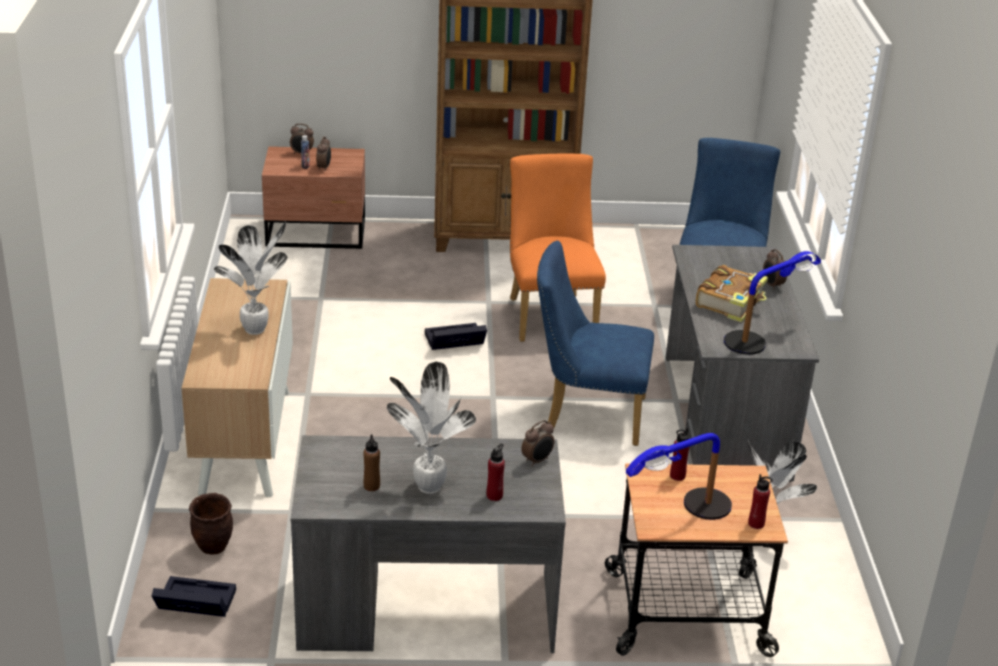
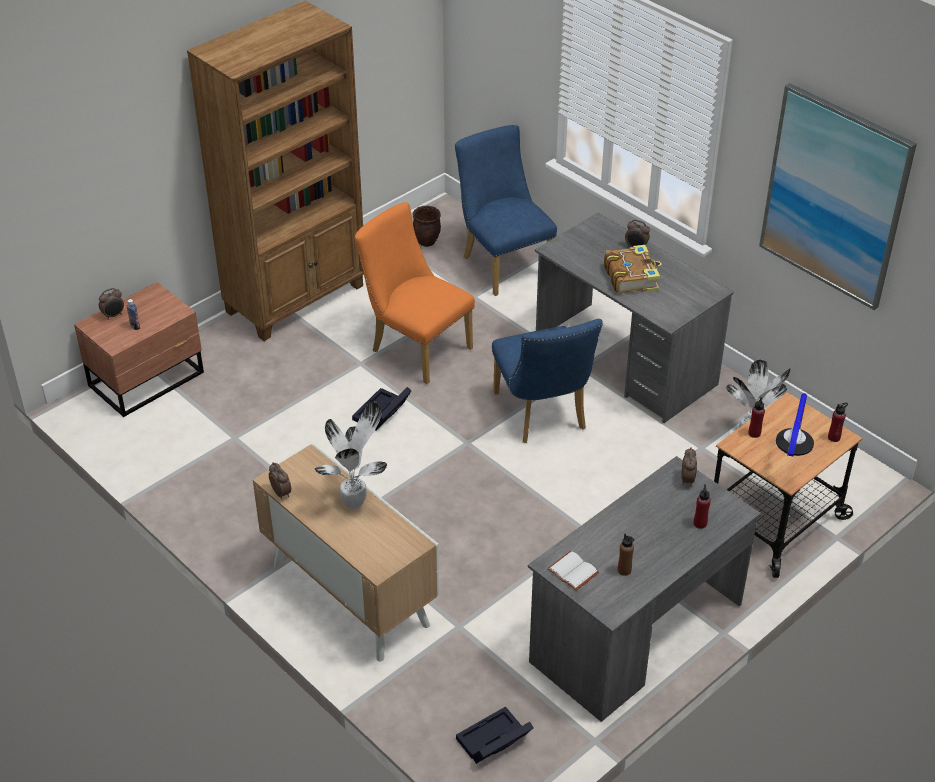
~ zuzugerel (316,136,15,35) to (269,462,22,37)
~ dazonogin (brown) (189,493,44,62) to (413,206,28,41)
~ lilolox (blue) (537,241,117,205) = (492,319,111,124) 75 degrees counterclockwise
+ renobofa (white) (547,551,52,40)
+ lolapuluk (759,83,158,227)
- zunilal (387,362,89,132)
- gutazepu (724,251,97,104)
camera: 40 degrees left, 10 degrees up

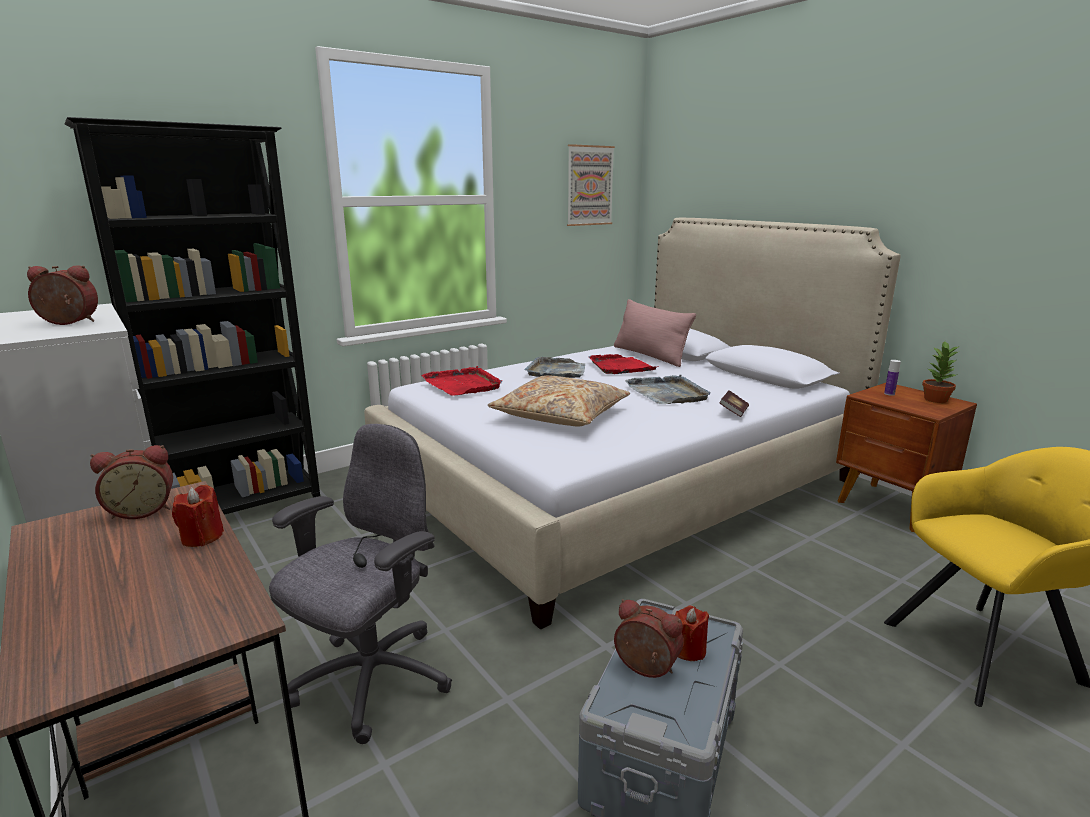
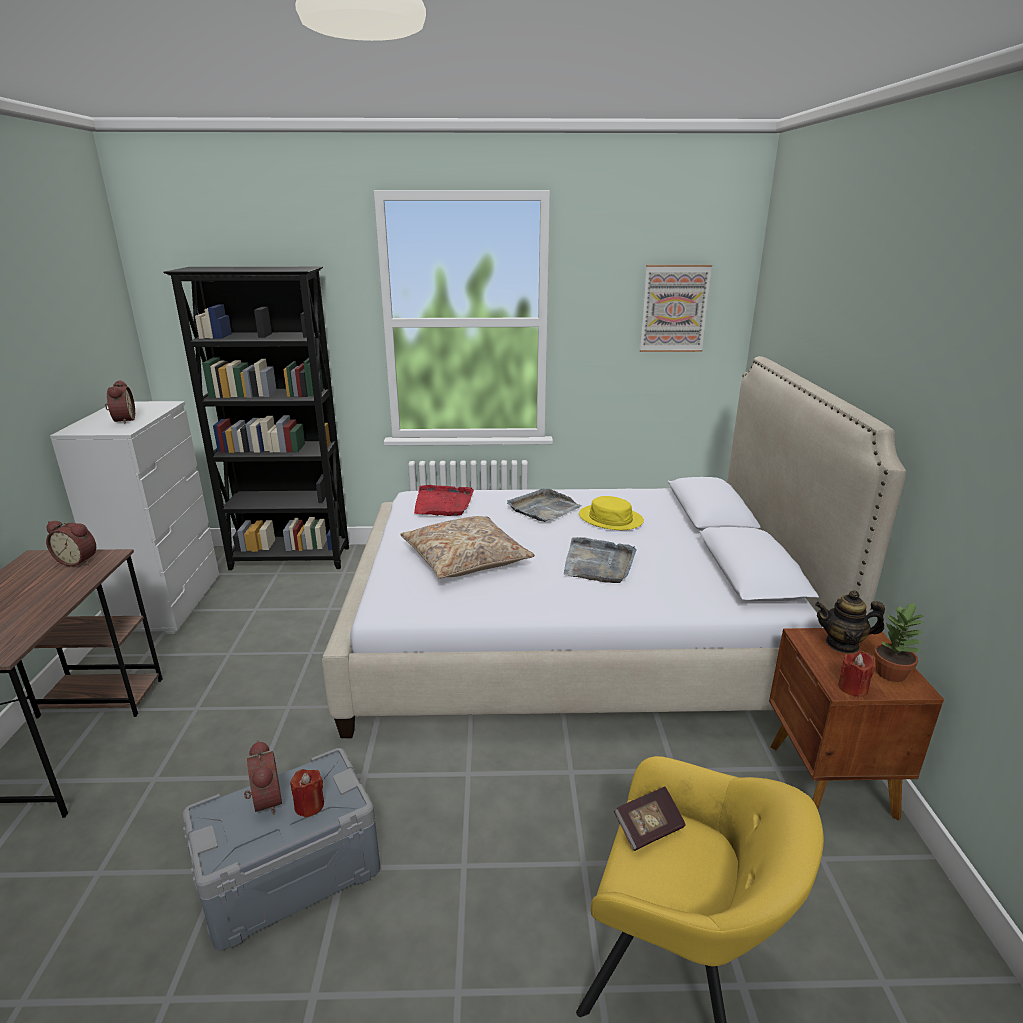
~ zuzugerel (27,265,71,60) = (105,380,30,44) 45 degrees clockwise
~ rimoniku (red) (589,354,67,20) to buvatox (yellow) (579,496,65,34)
~ renobofa (719,391,30,26) to (614,787,72,64)
~ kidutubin (884,360,17,36) to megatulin (815,591,70,62)
~ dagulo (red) (172,485,52,62) to (838,651,36,47)
- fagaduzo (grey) (269,424,183,320)
- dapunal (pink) (614,299,82,68)
camera: 35 degrees right, 5 degrees up

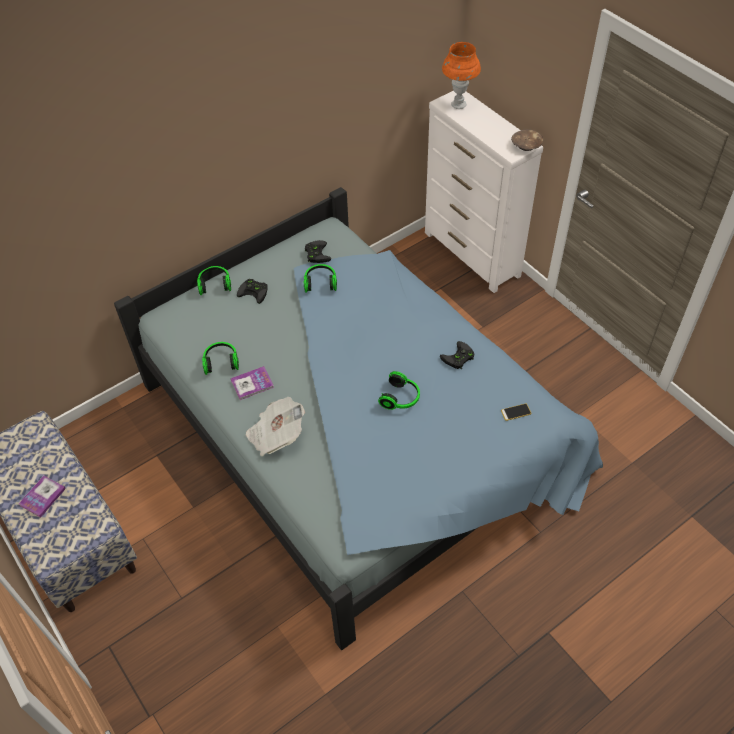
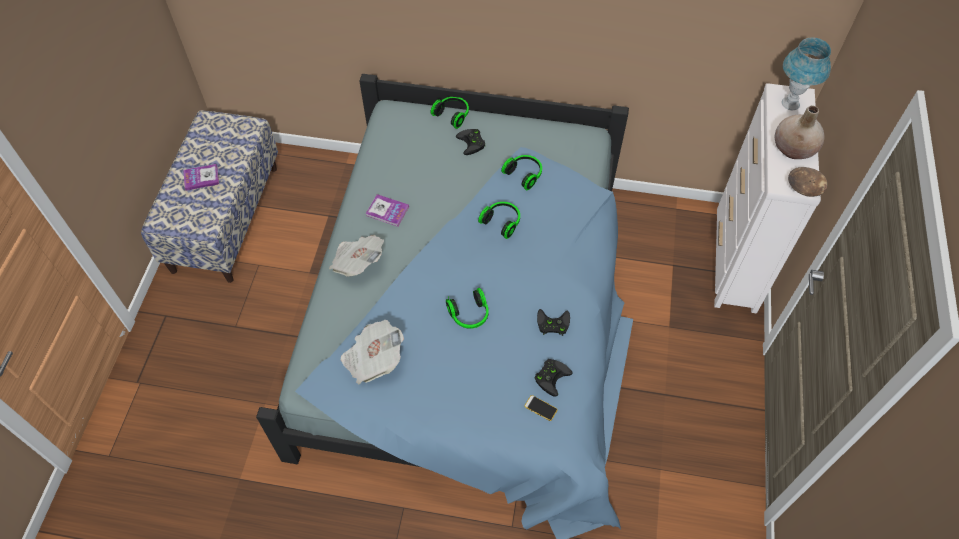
+ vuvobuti (341,320,63,65)
~ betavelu (202,342,37,33) to (478,202,42,37)
~ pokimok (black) (305,240,26,23) to (534,359,39,37)
+ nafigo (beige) (775,106,50,53)
~ gutazepu (orange) (442,42,39,67) to gutazepu (blue) (781,37,50,73)
camera: 45 degrees right, 5 degrees up

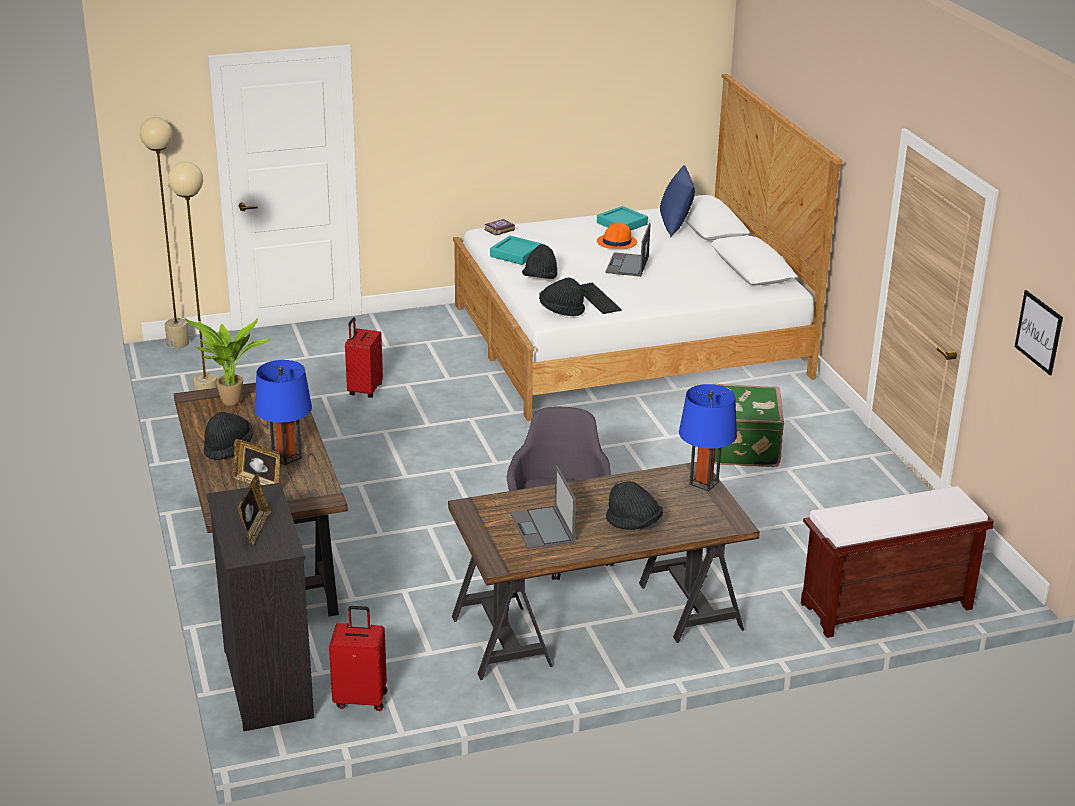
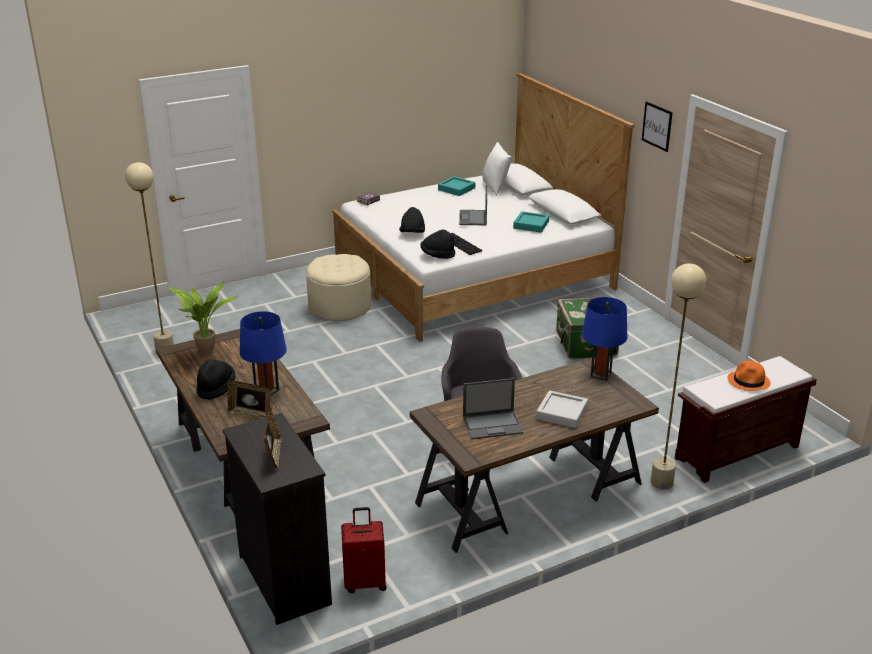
+ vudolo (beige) (306,254,65,67)
~ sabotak (510,465,66,84) = (463,378,60,61) 75 degrees counterclockwise
~ dapunal (blue) (660,165,35,72) to dapunal (white) (482,142,29,54)
~ rimoniku (turquoise) (490,236,51,29) to (513,211,36,22)
~ buvatox (black) (606,481,57,49) to rimoniku (grey) (536,390,52,38)
~ lolapuluk (1015,290,48,85) to (642,101,31,51)
~ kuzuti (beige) (140,117,49,231) to (651,263,55,227)
~ buvatox (orange) (597,222,40,27) to (728,361,42,30)
- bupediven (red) (345,318,38,80)
camera: 10 degrees left, 0 degrees up

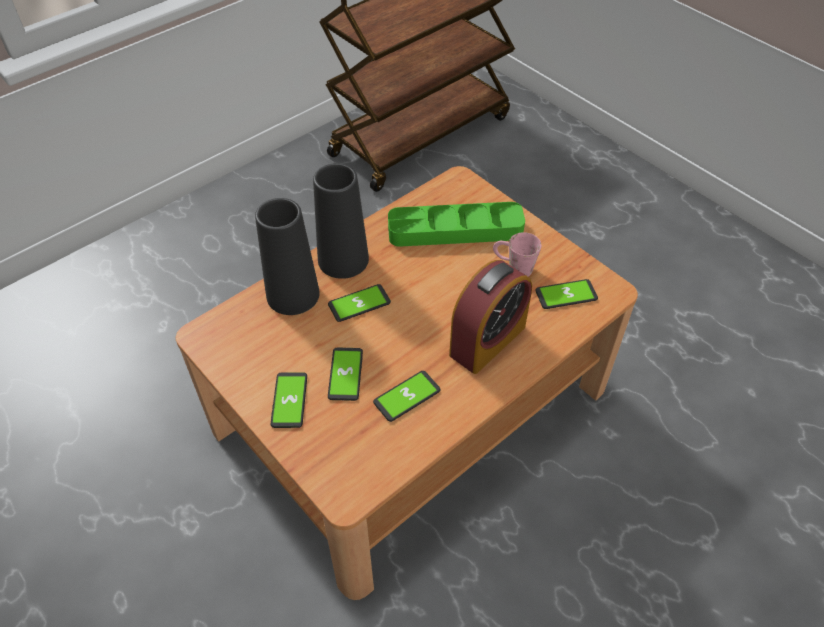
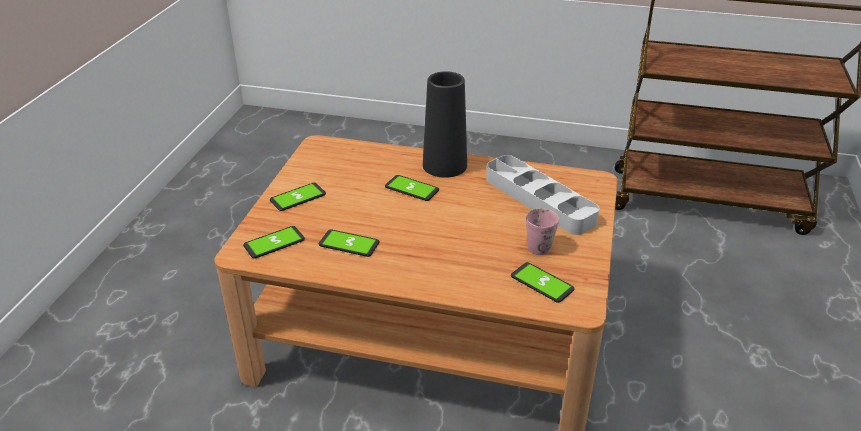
~ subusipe (328,347,35,54) to (243,226,62,33)
~ rimoniku (green) (388,202,137,45) to rimoniku (grey) (486,155,113,80)
- nafigo (black) (255,198,65,117)
- zuzugerel (449,260,83,114)
camera: 55 degrees right, 15 degrees down

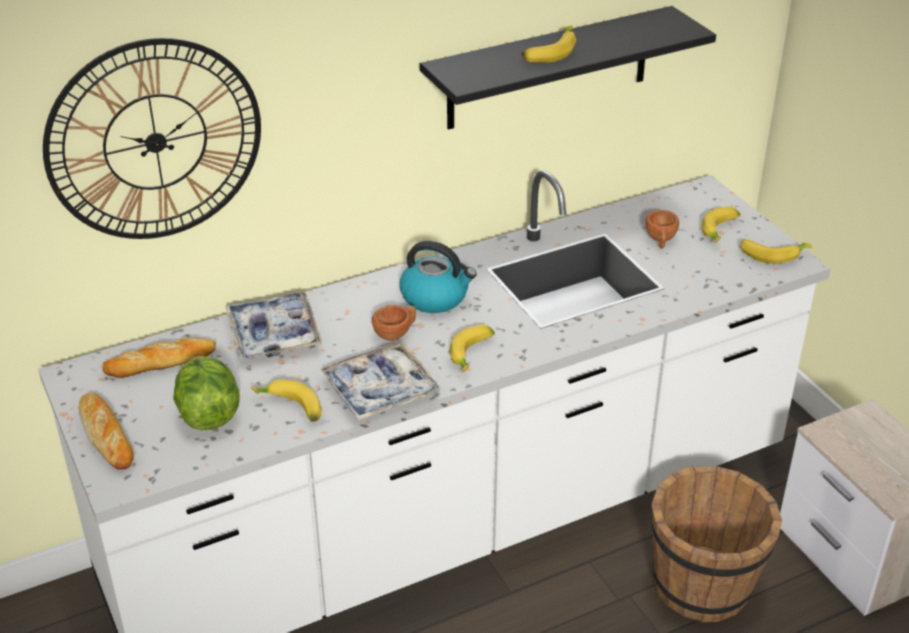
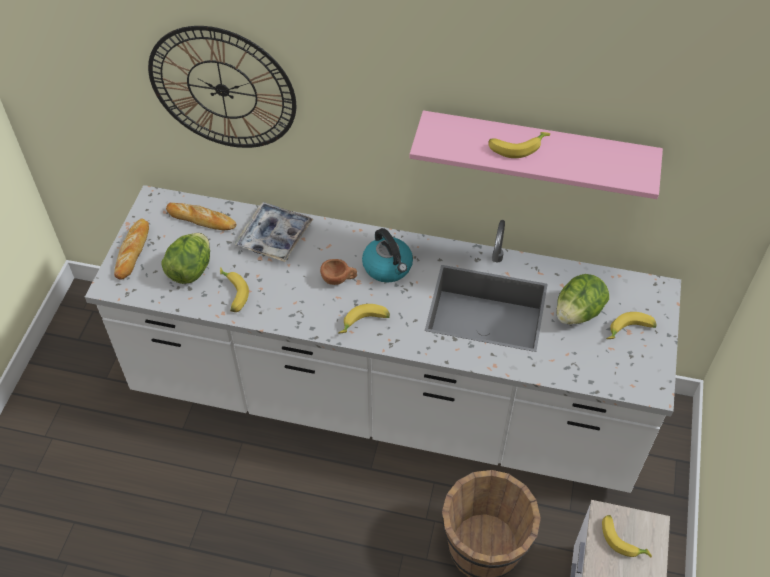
~ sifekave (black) (420,6,296,124) to sifekave (pink) (410,110,253,89)
~ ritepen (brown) (646,210,33,39) to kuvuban (556,274,53,50)
~ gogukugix (740,239,73,25) to (602,515,50,42)
- rimoniku (320,341,121,80)
camera: 40 degrees right, 15 degrees up

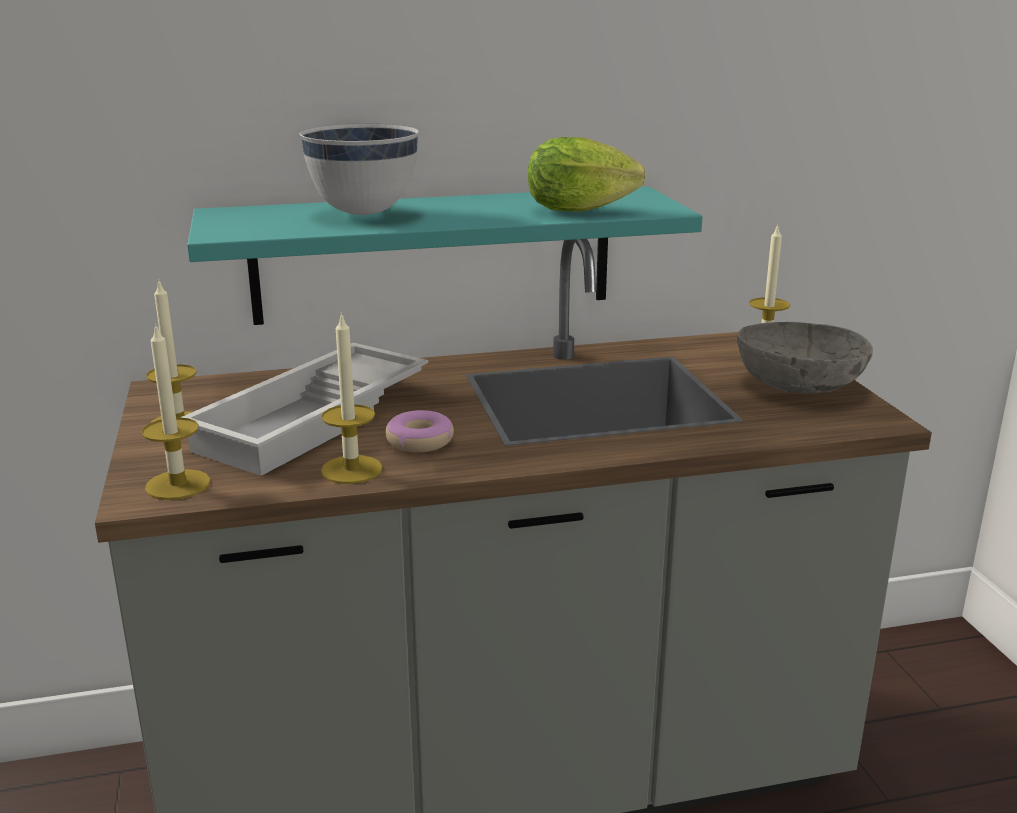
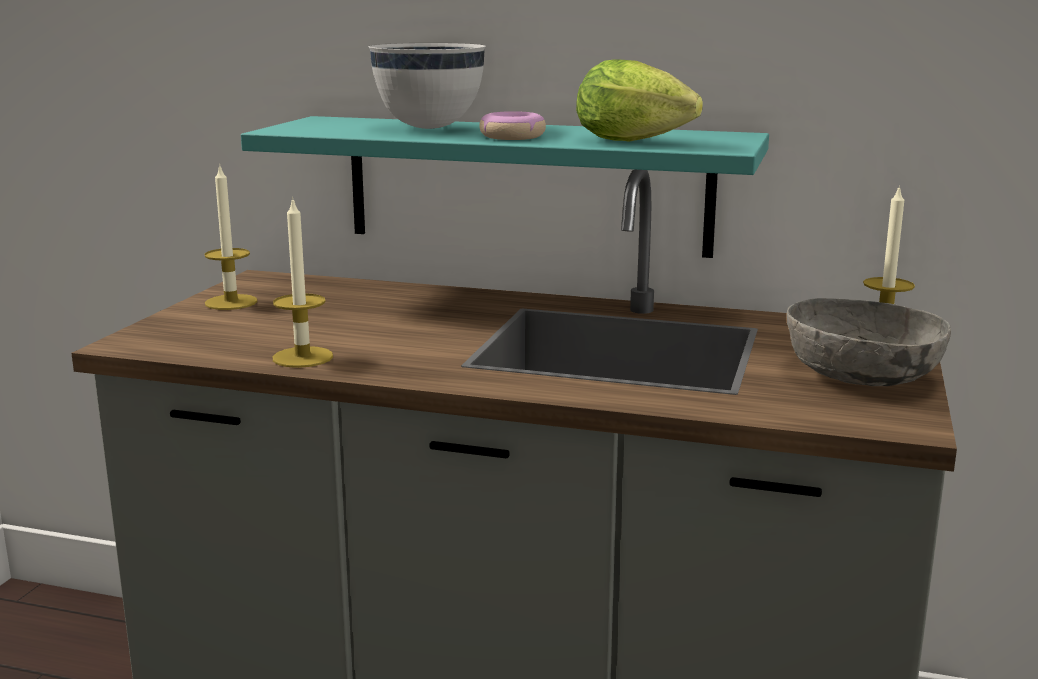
~ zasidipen (385,410,69,42) to (479,111,67,29)
- dagulo (141,323,70,177)
- rimoniku (white) (181,343,247,133)
camera: 30 degrees right, 5 degrees down

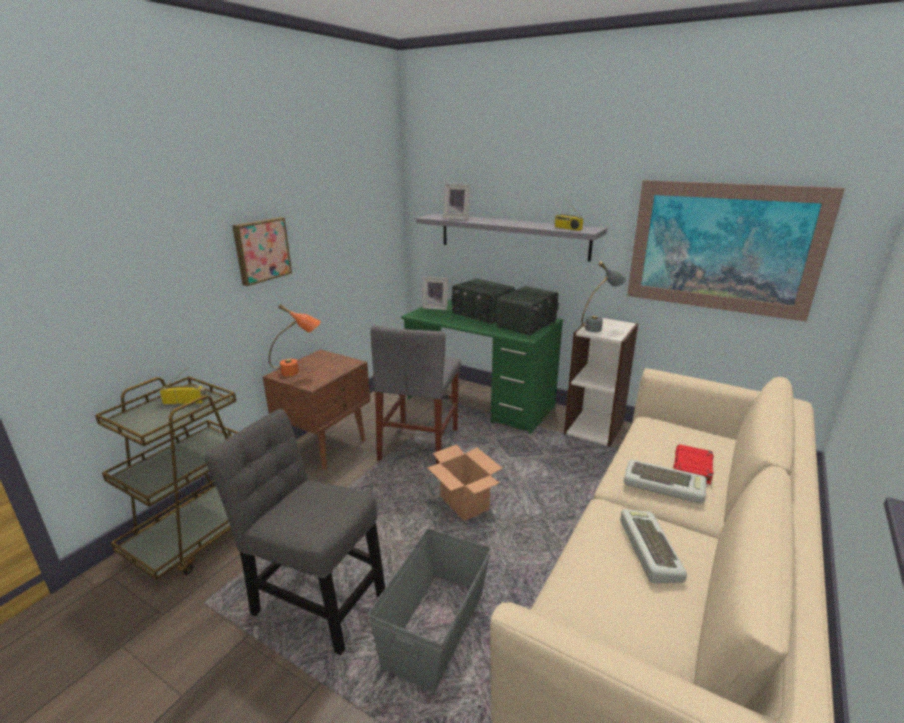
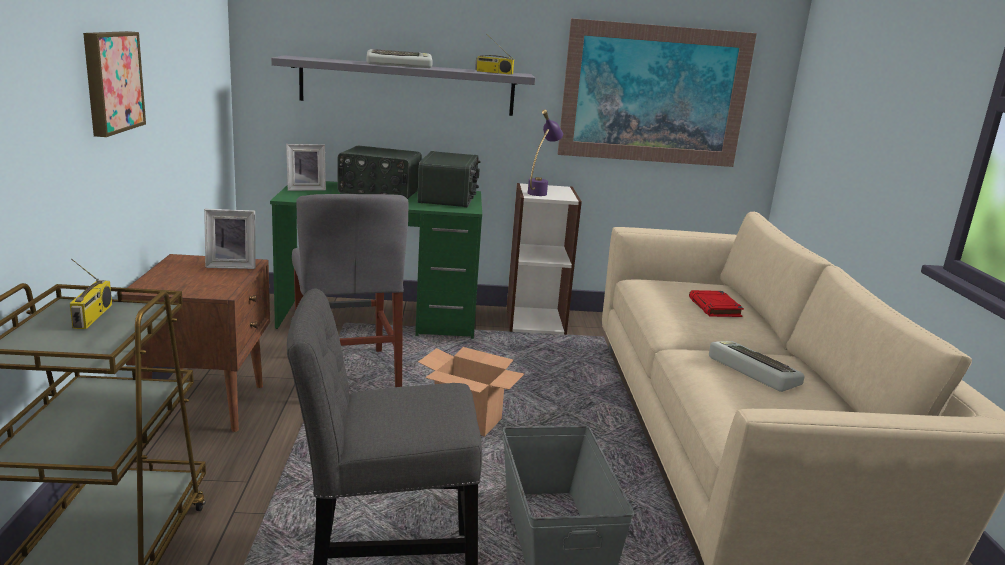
~ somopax (160,367,47,37) = (70,259,42,70) 120 degrees clockwise
~ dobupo (443,183,28,37) to (204,209,52,60)
~ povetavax (624,460,83,44) to (367,49,66,19)
~ gutazepu (grey) (581,261,45,71) to gutazepu (purple) (528,109,35,87)
- gutazepu (orange) (269,304,52,72)
camera: 35 degrees left, 5 degrees down

